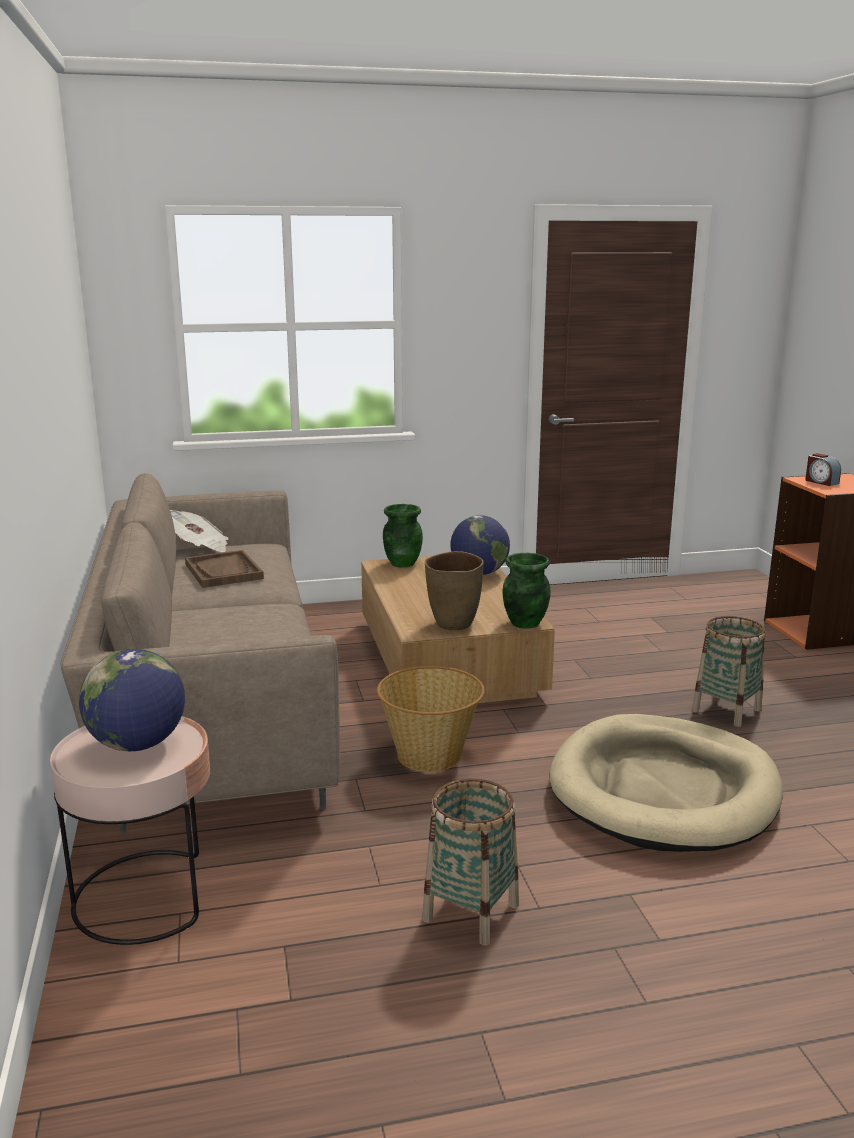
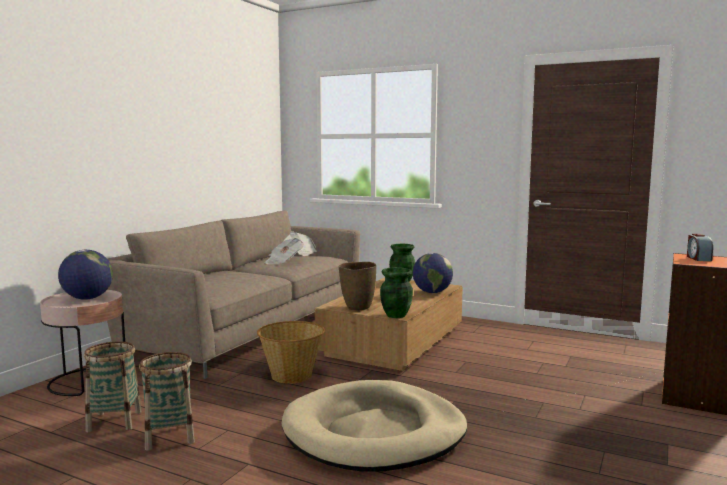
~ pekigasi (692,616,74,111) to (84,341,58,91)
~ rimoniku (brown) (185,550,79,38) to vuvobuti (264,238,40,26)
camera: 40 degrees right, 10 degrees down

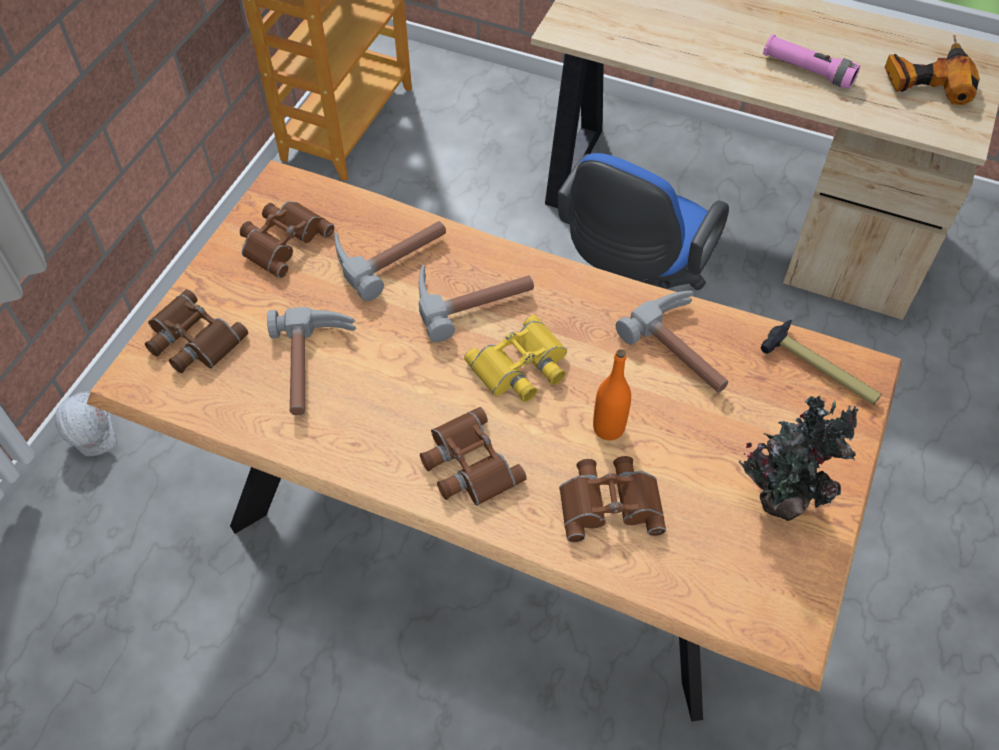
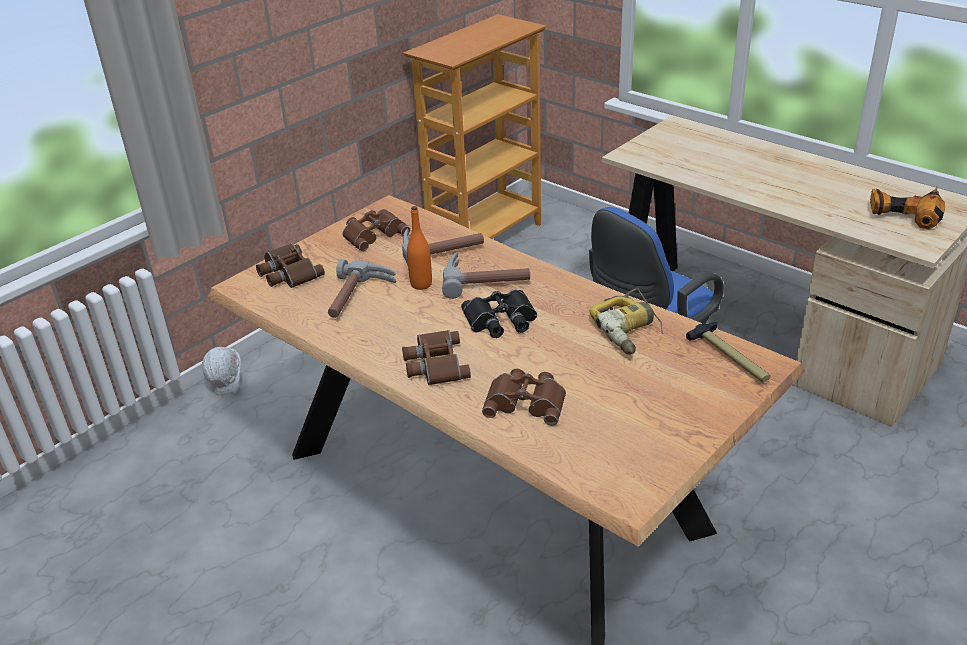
~ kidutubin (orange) (593,349,38,91) to (407,206,25,84)
~ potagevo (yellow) (464,315,103,87) to potagevo (black) (461,289,76,49)
~ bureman (616,291,112,102) to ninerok (589,288,74,67)
- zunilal (738,395,120,126)
- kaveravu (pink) (763,34,97,55)
camera: 20 degrees right, 20 degrees down

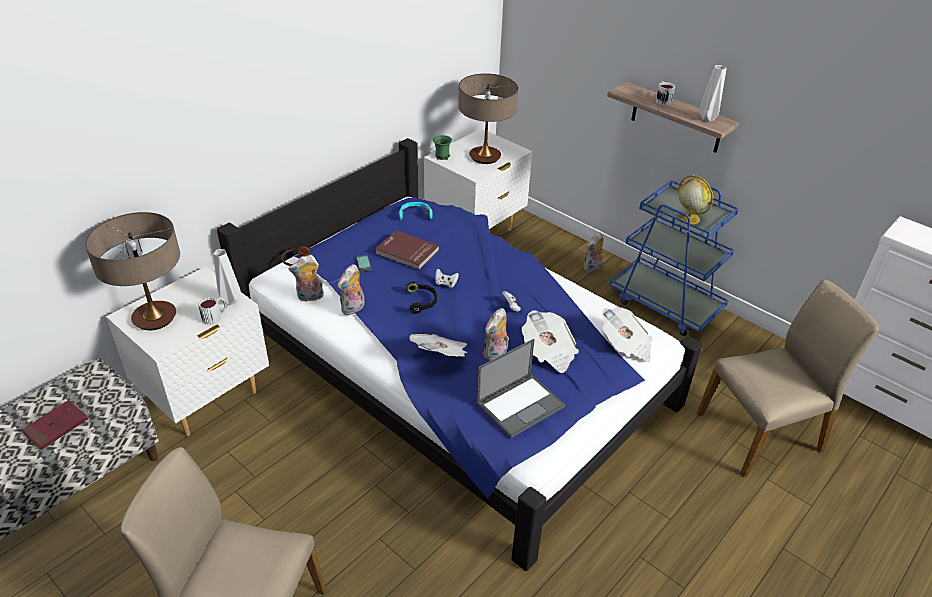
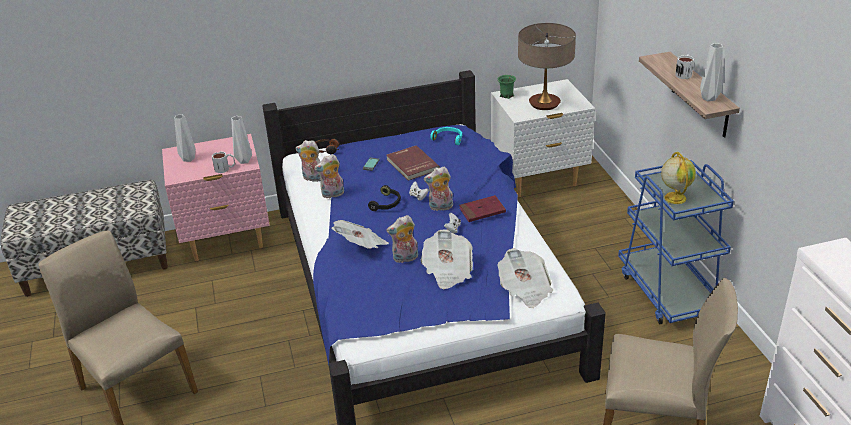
~ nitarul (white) (106,266,163,170) to nitarul (pink) (162,134,108,127)
~ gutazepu (85,212,95,118) to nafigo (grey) (174,114,22,48)
~ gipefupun (584,233,19,39) to (424,167,29,44)
~ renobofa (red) (22,400,66,50) to (459,195,47,27)
- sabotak (477,339,88,99)
camera: 35 degrees right, 5 degrees down

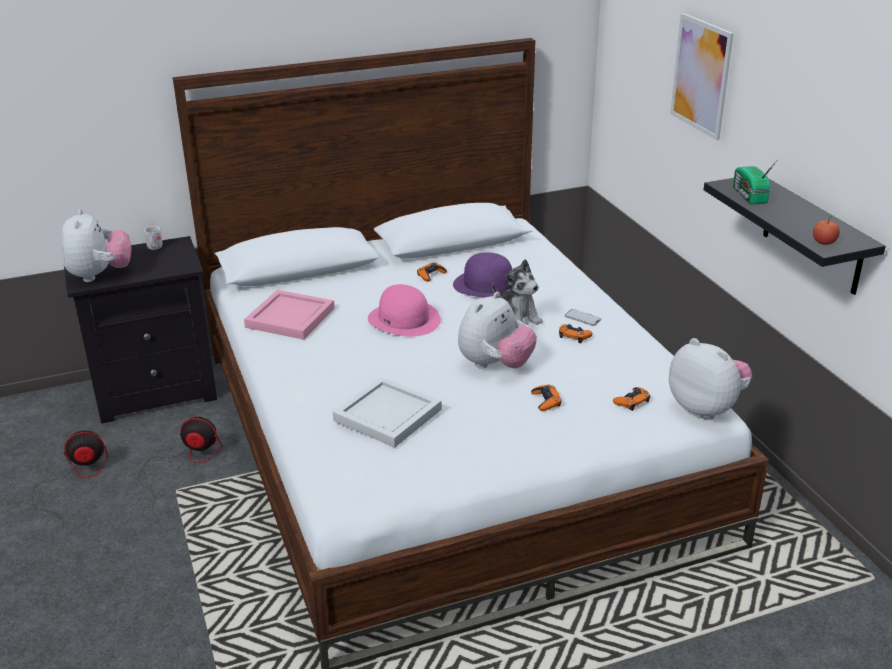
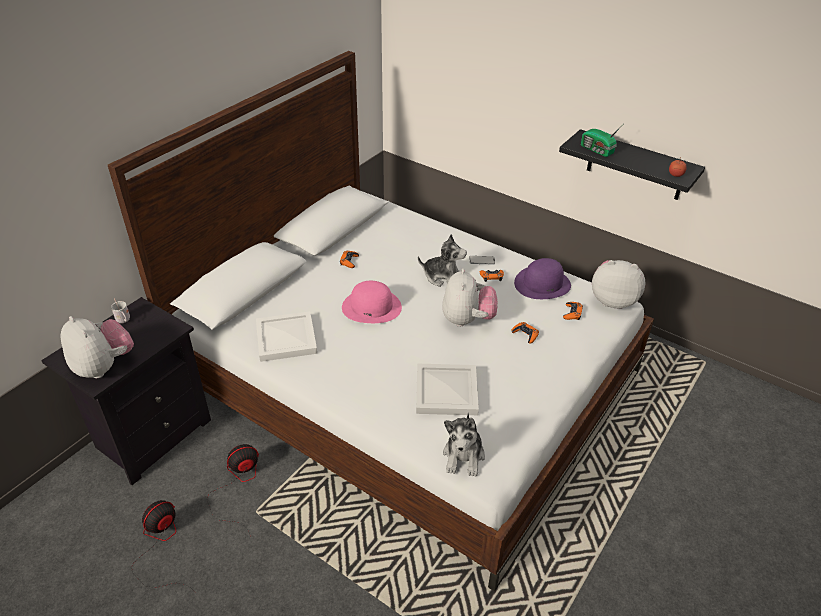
~ rimoniku (pink) (244,290,91,50) to rimoniku (white) (256,311,61,51)
+ gipefupun (443,412,42,65)
~ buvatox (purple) (453,252,59,46) to (514,258,57,41)
- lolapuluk (670,13,64,127)
camera: 35 degrees left, 10 degrees up

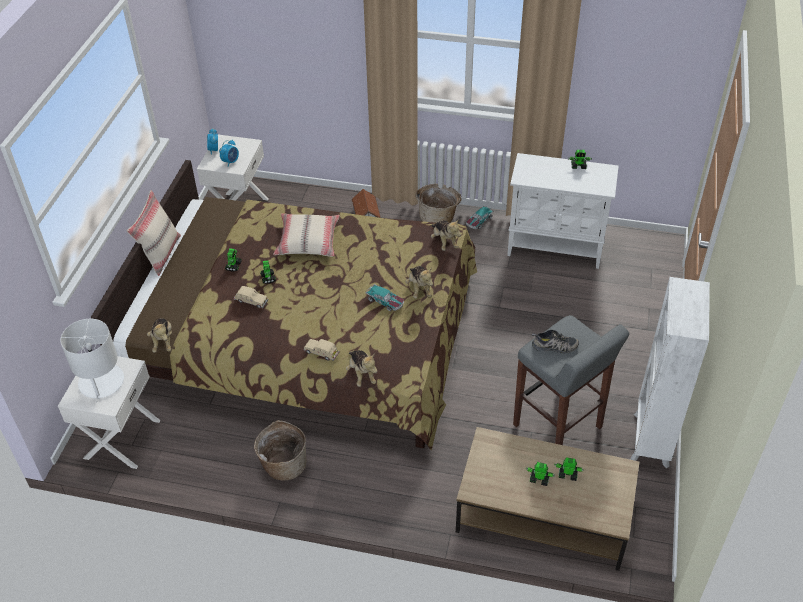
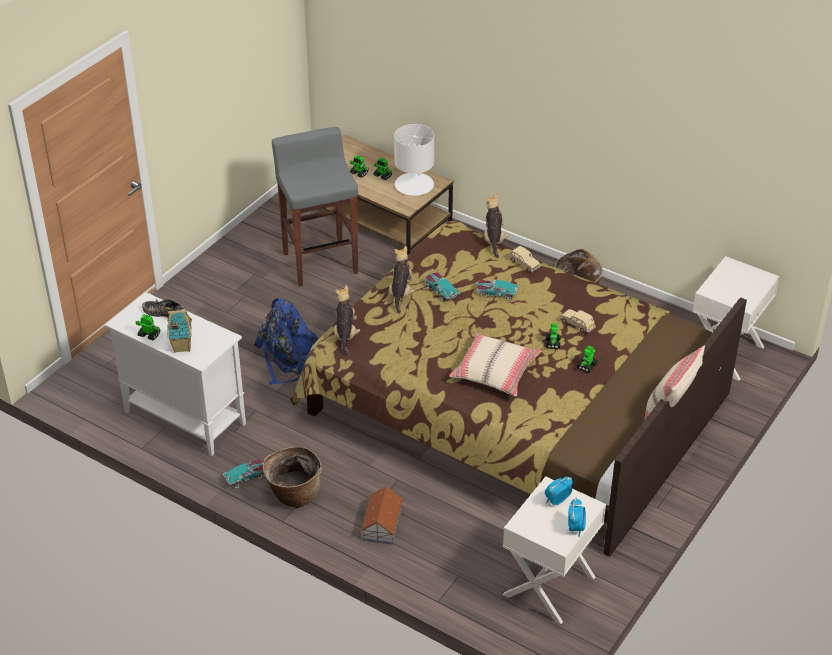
~ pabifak (532,330,47,23) to (142,300,43,18)
+ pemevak (167,310,25,43)
+ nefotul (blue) (254,298,64,87)
~ gutazepu (white) (60,319,64,83) to (394,124,41,72)
+ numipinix (476,280,43,21)
- gipefupun (147,318,25,35)
- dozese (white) (630,277,80,191)
camera: 160 degrees left, 5 degrees down

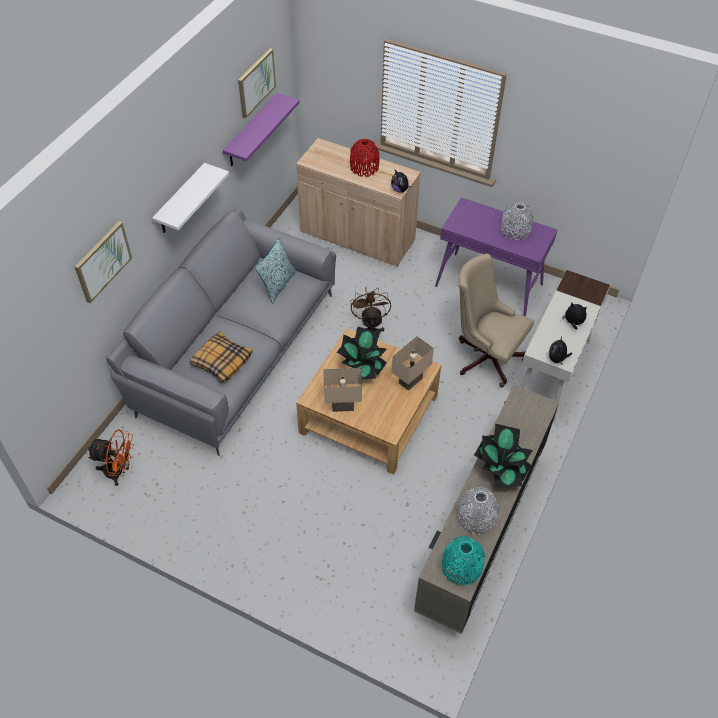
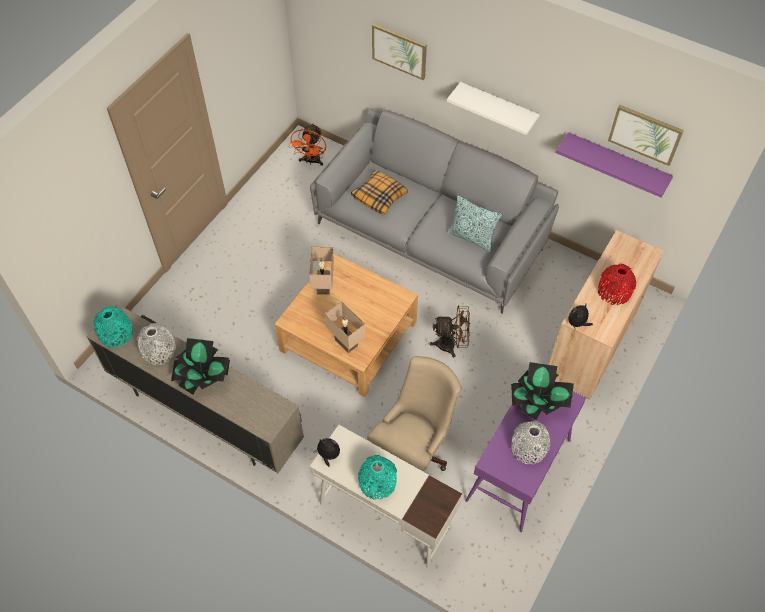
~ gipefupun (562,302,25,28) to nafigo (turquoise) (358,455,39,45)
~ zunilal (337,326,50,54) to (511,362,63,58)
camera: 95 degrees right, 5 degrees up

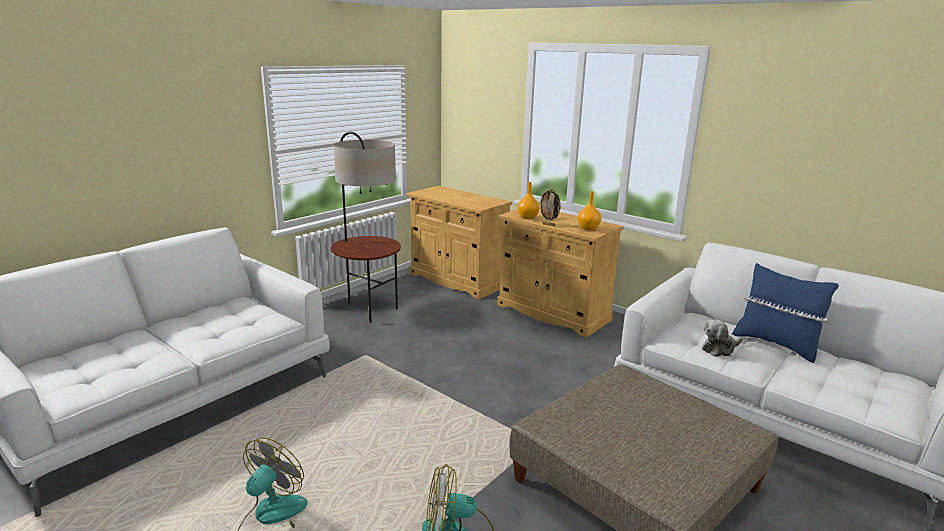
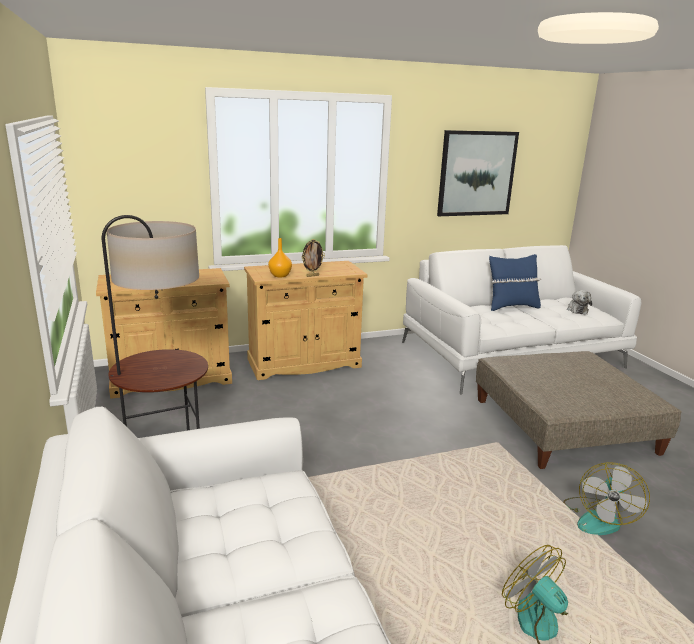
+ lolapuluk (437,130,82,86)
~ gipefupun (702,319,41,38) to (567,290,25,24)
- nafigo (orange) (578,191,24,39)
camera: 60 degrees left, 0 degrees up

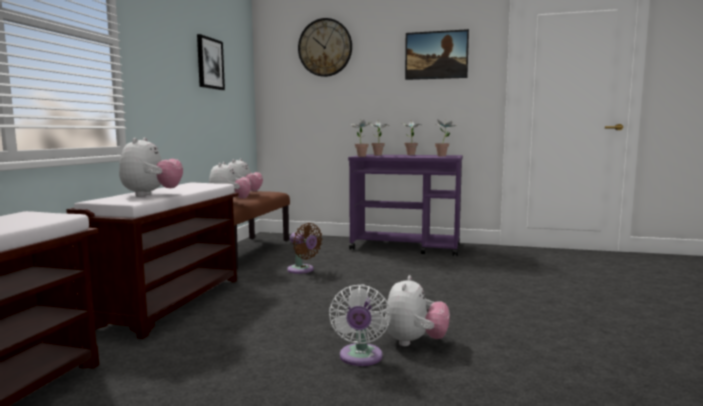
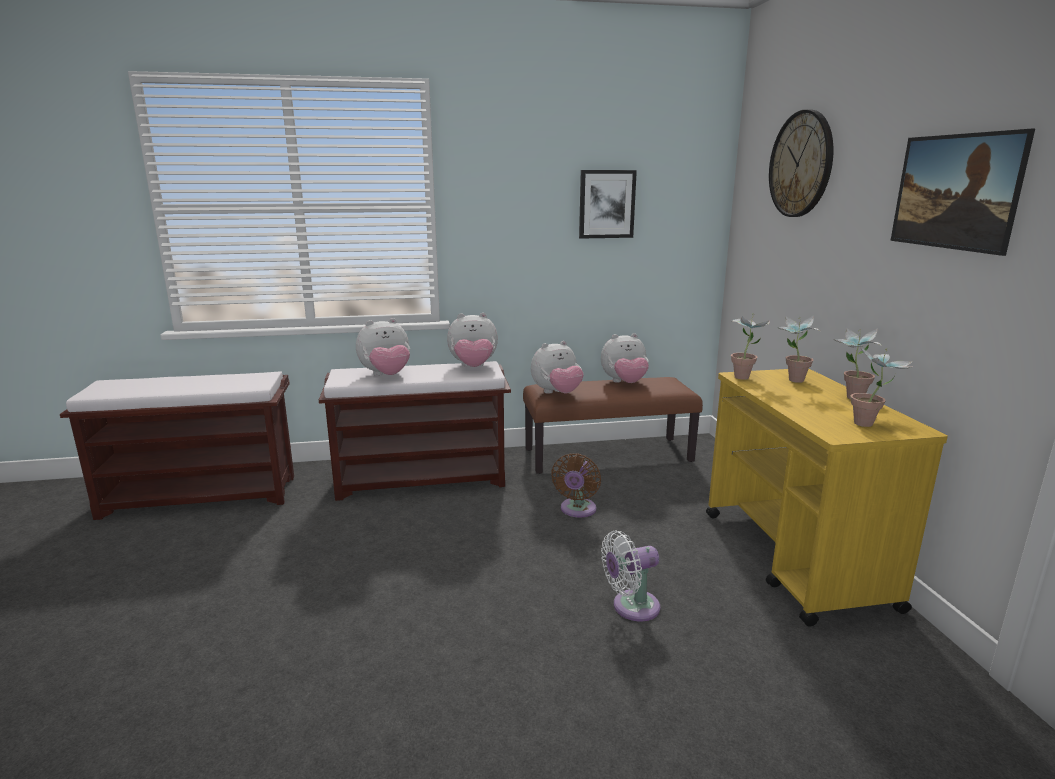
~ gipefupun (385,275,65,71) to (447,313,51,54)
~ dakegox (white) (329,284,62,82) to (601,531,59,90)
~ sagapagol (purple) (348,155,115,101) to sagapagol (yellow) (706,369,242,258)
camera: 65 degrees right, 10 degrees up

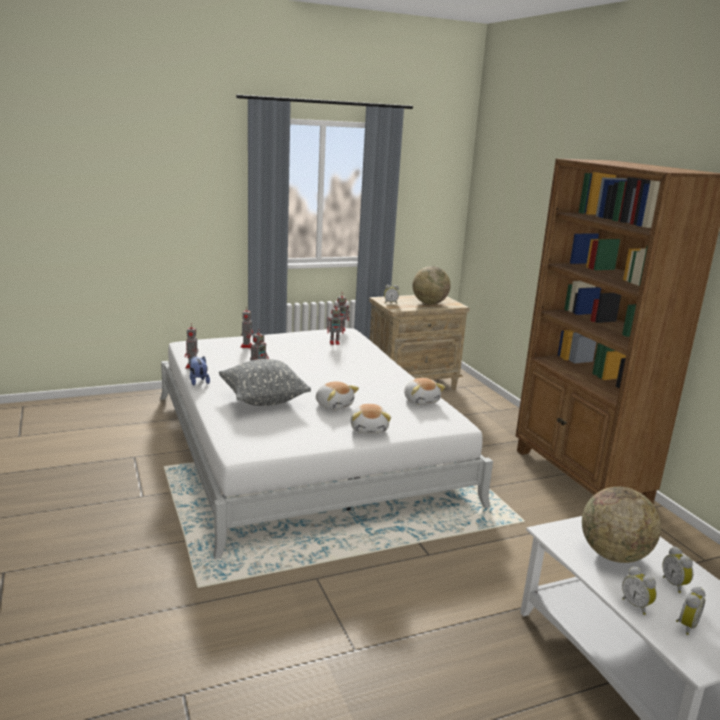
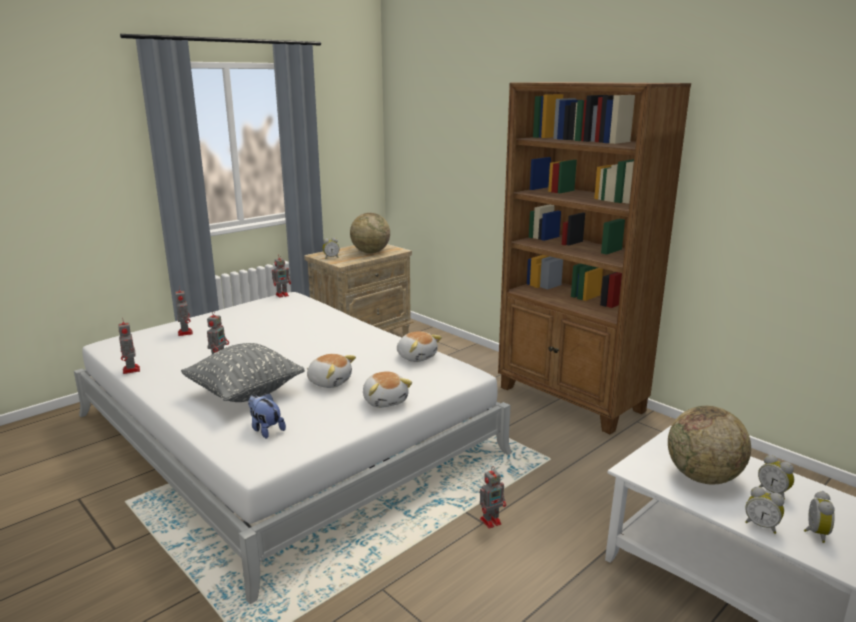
~ gipefupun (190,356,20,30) to (248,393,38,45)
~ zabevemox (327,304,18,41) to (480,468,26,61)
camera: 20 degrees left, 0 degrees up

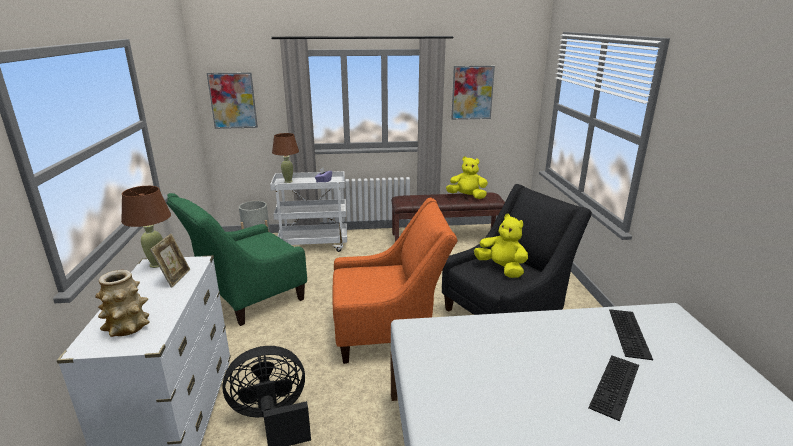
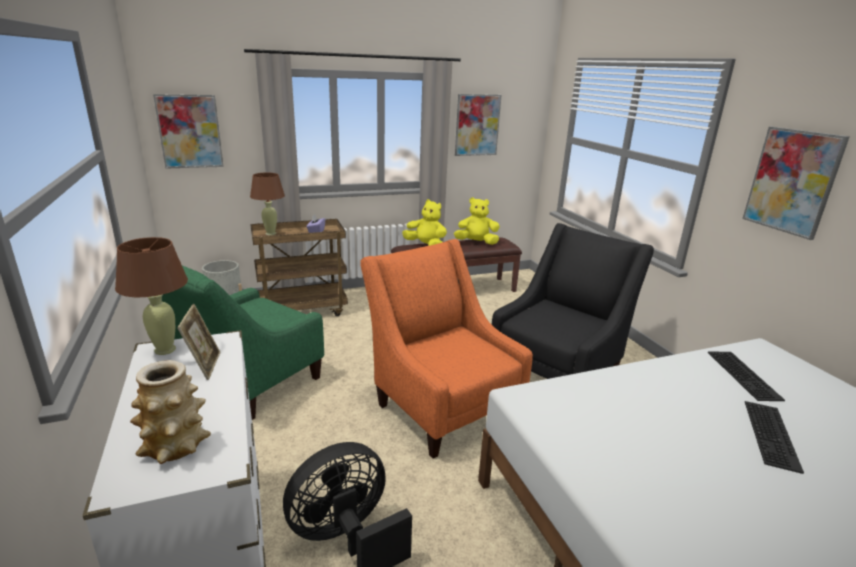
~ sagapagol (white) (270,171,77,81) to sagapagol (brown) (250,219,98,97)
~ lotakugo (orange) (333,198,125,166) = (360,239,173,220) 105 degrees counterclockwise
~ gipefupun (yellow) (474,214,54,64) to (402,199,45,47)
+ lolapuluk (742,127,108,113)
camera: 15 degrees left, 0 degrees up

